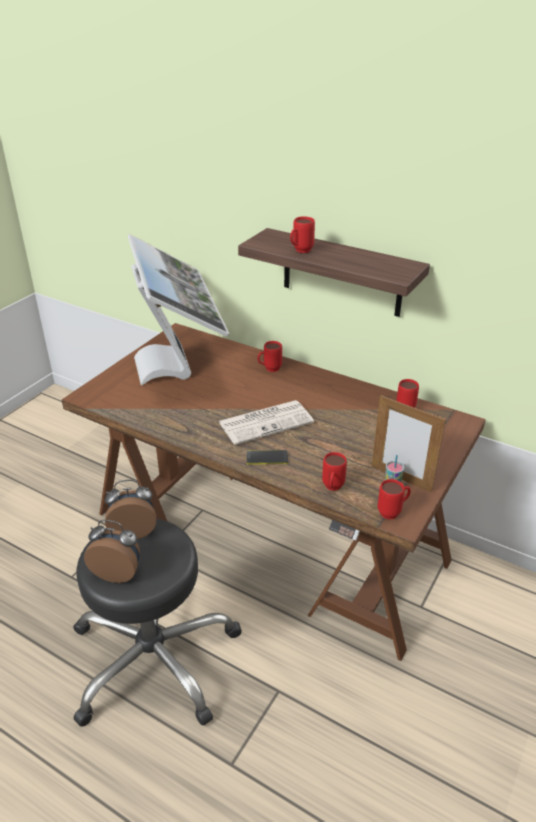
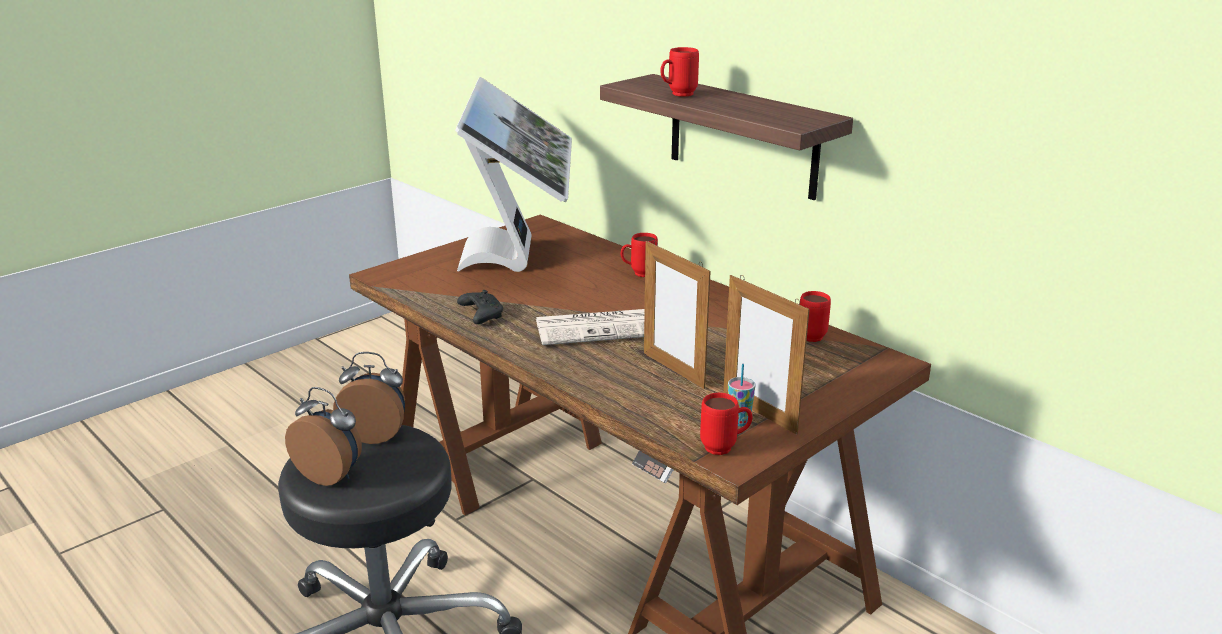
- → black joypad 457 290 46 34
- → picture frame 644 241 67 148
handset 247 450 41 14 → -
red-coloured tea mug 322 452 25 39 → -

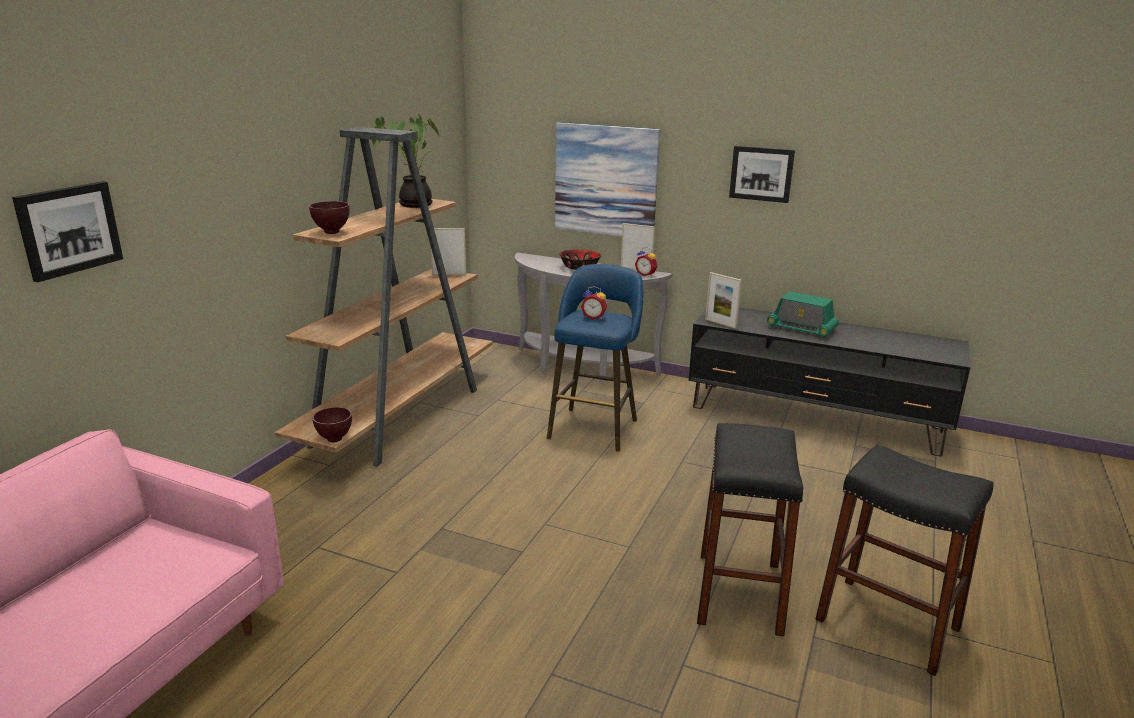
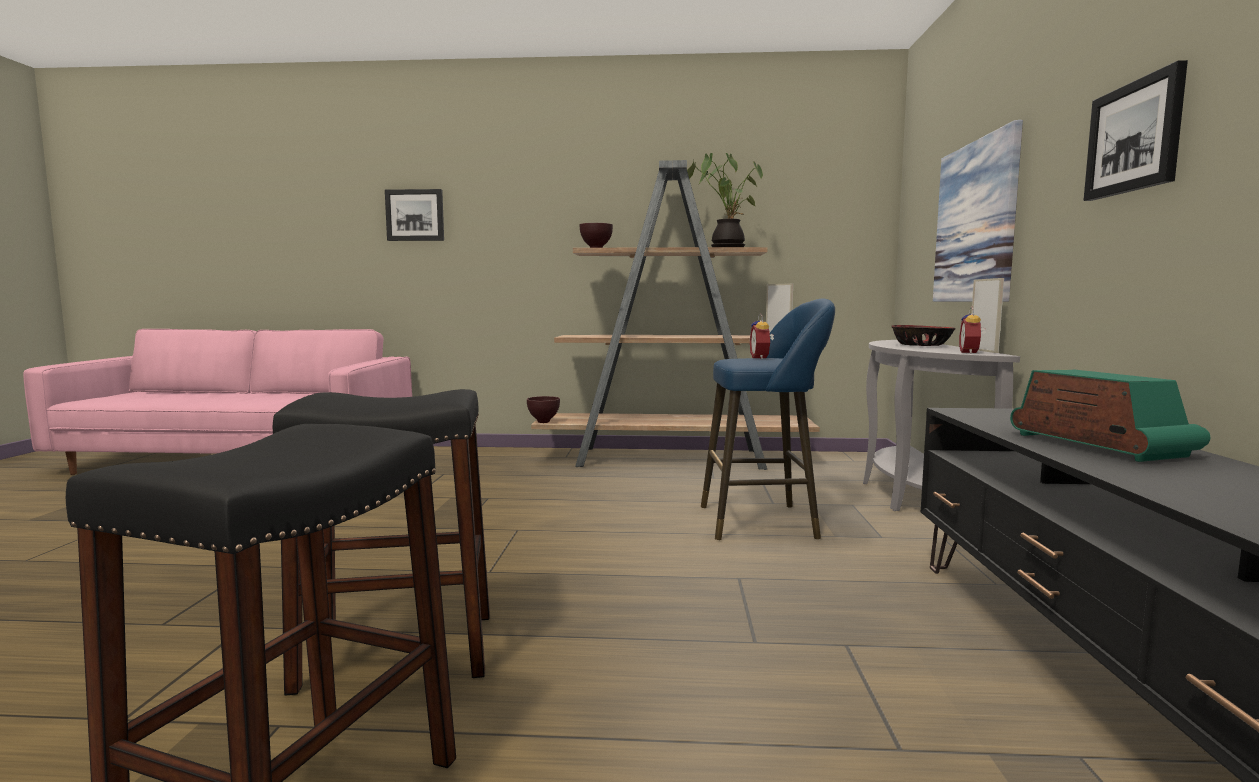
radio set 767 291 72 47 → radio set 1010 370 200 92, 150 degrees clockwise
picture frame 705 272 37 57 → -

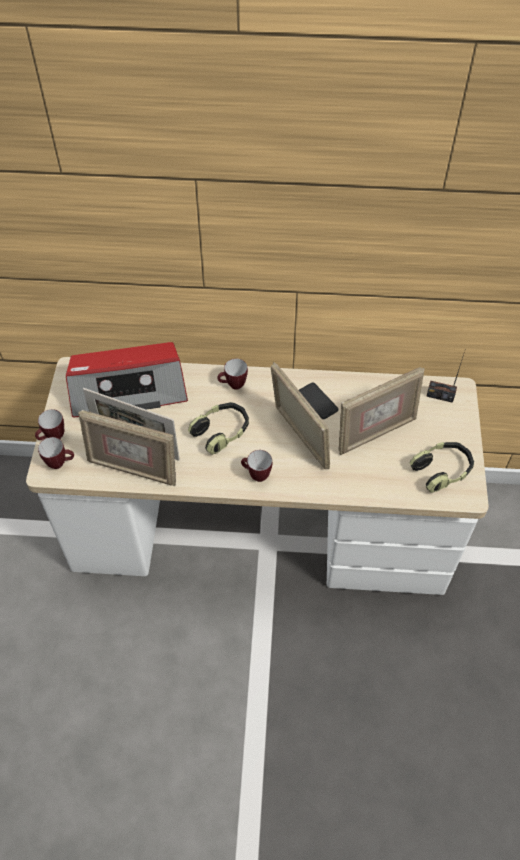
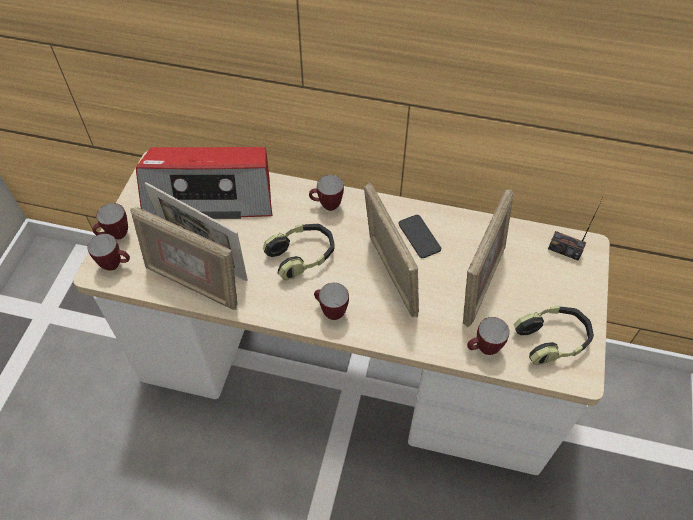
picture frame 338 367 86 88 → picture frame 463 188 50 139, 45 degrees counterclockwise
- → tea mug 467 317 43 38

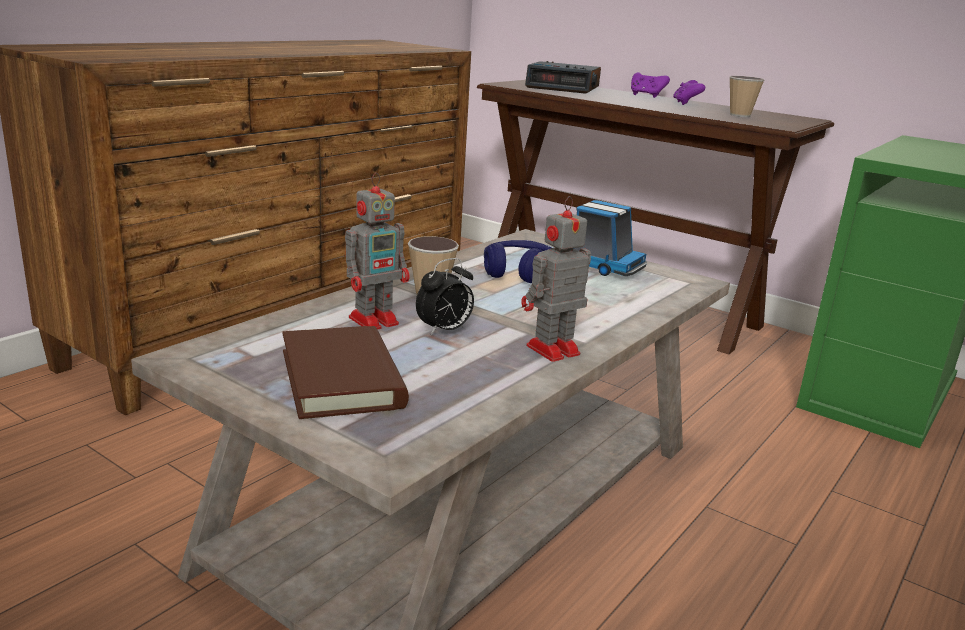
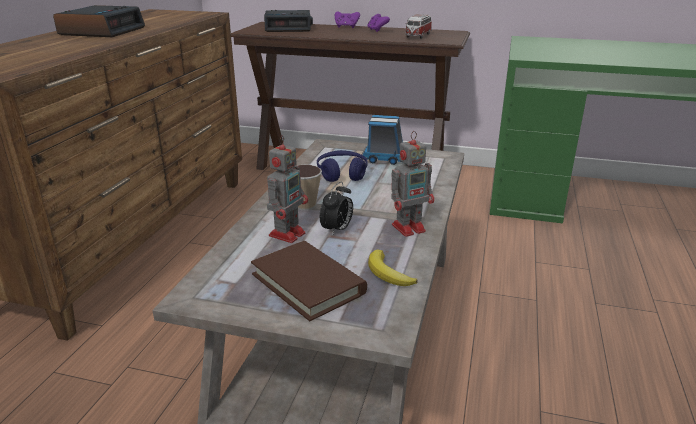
- → bedside clock 53 5 92 32
- → banana 368 250 50 36
robot figure 521 196 70 166 → robot figure 391 131 43 106, 150 degrees counterclockwise
cup 730 76 34 41 → model car 405 14 27 25

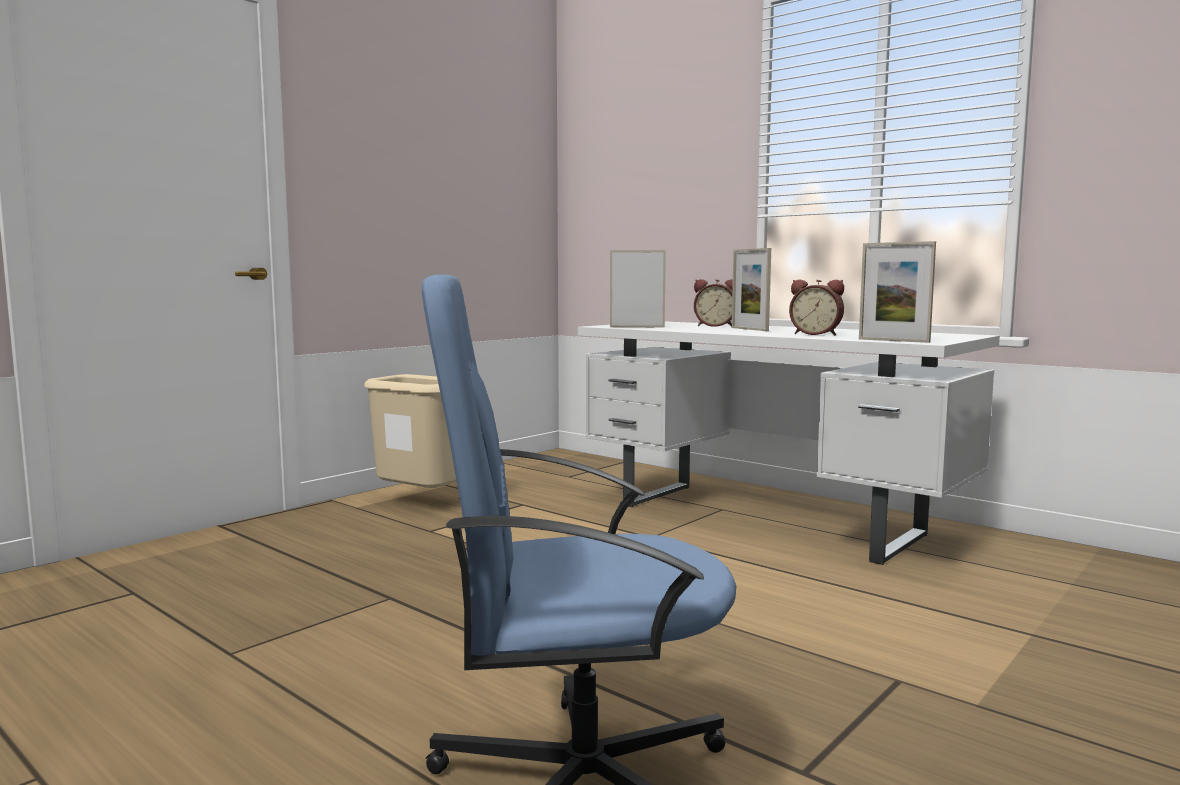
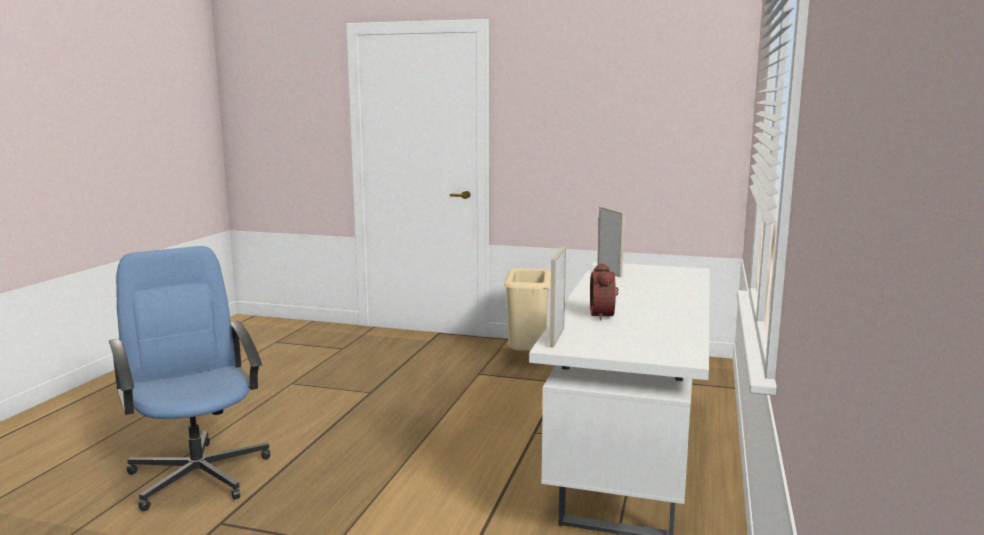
bedside clock 694 279 39 48 → -
picture frame 732 248 39 83 → -

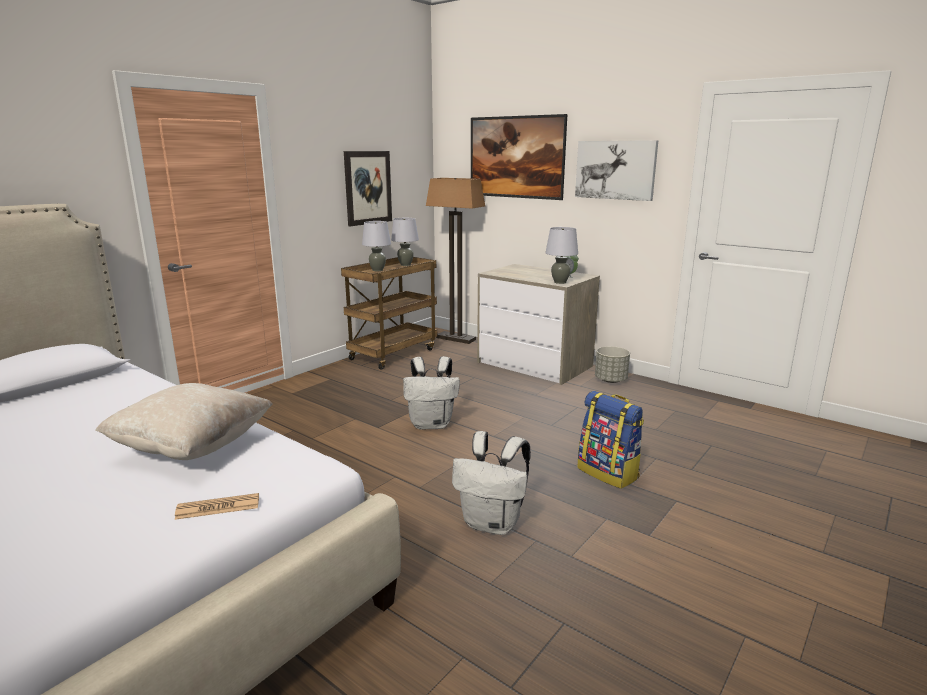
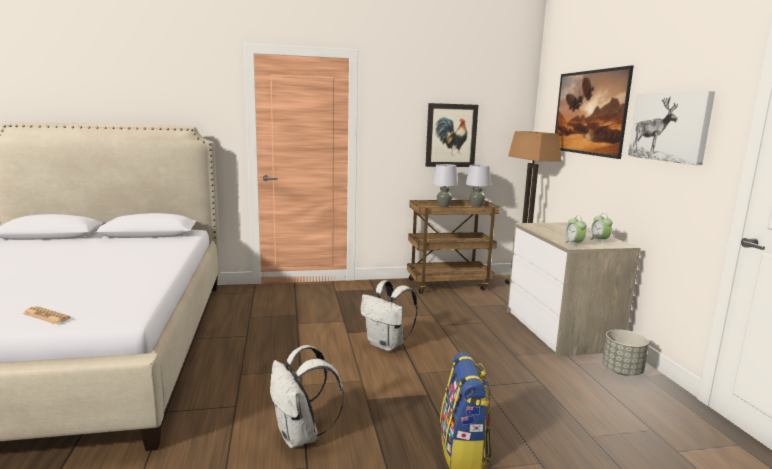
gray lamp for a table 545 227 33 57 → bedside clock 564 215 23 32
beige-coloured pillow 95 383 177 77 → -

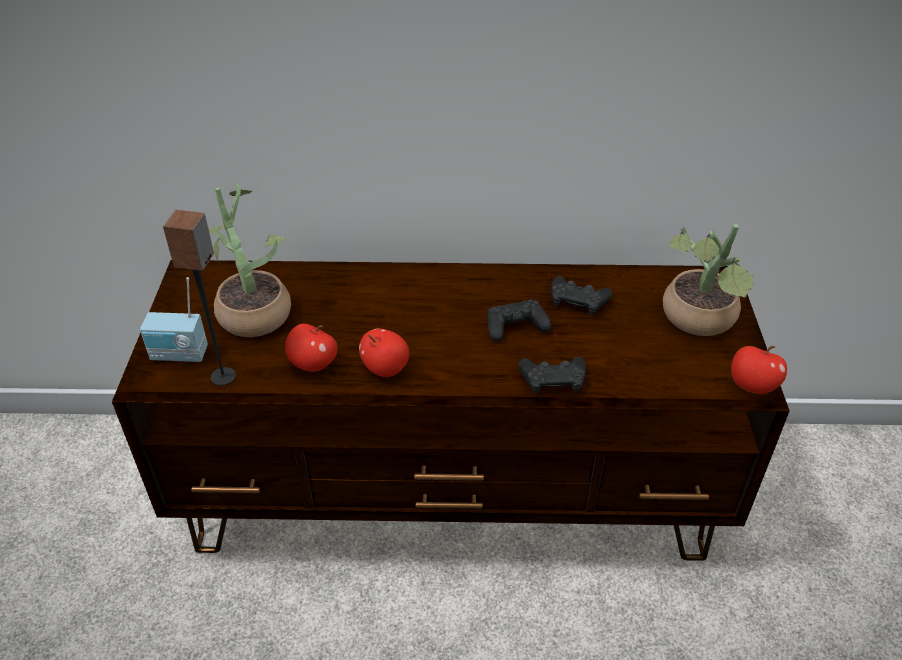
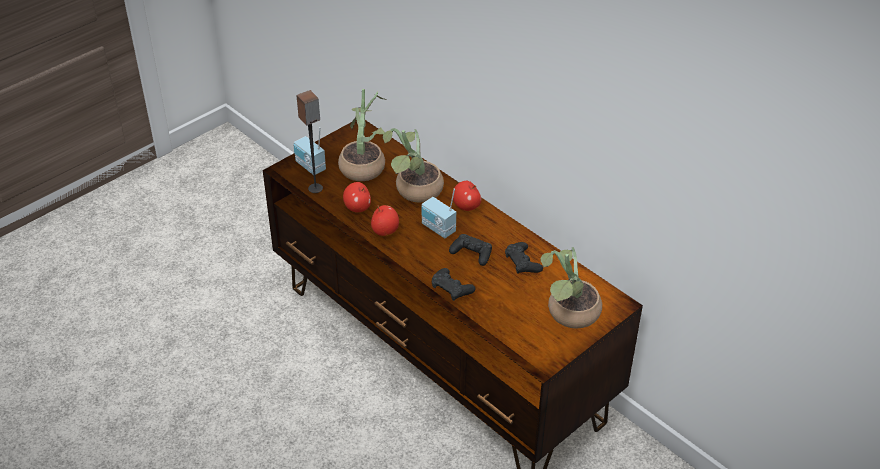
- → houseplant 383 128 61 75
- → radio set 421 188 35 50
apple 731 346 56 48 → apple 452 181 29 30, move

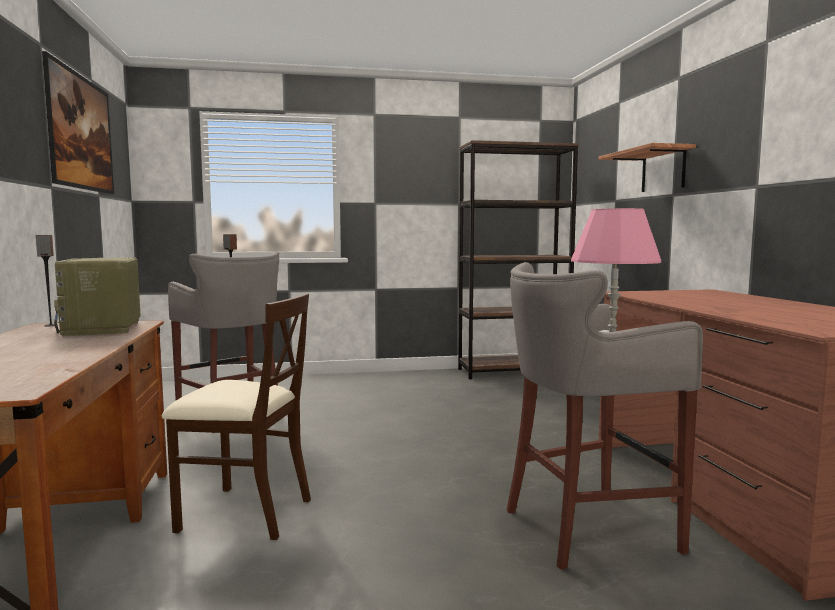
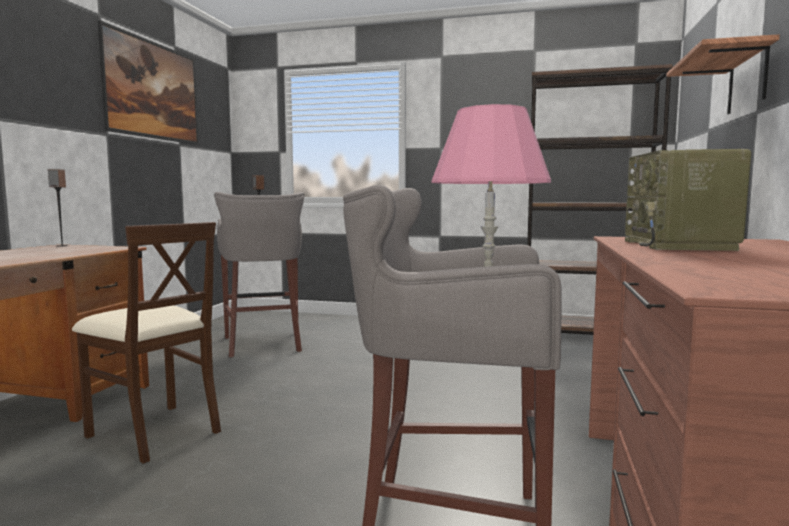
radio set 54 257 87 79 → radio set 625 149 126 102, move

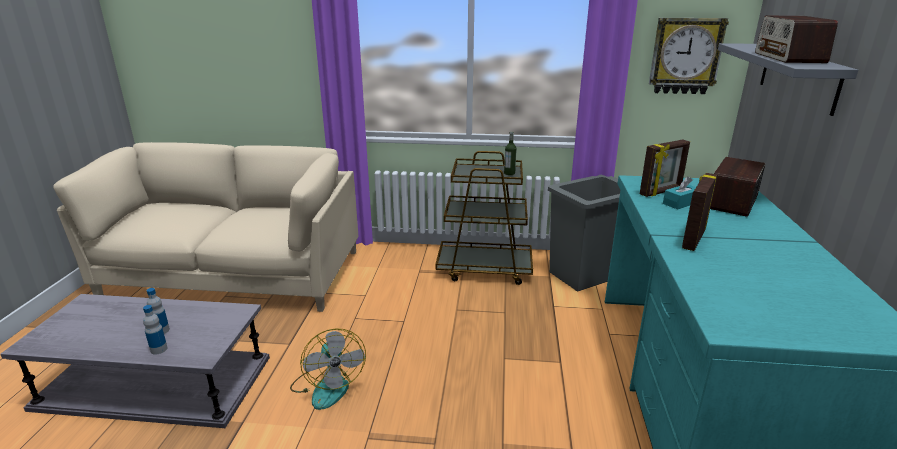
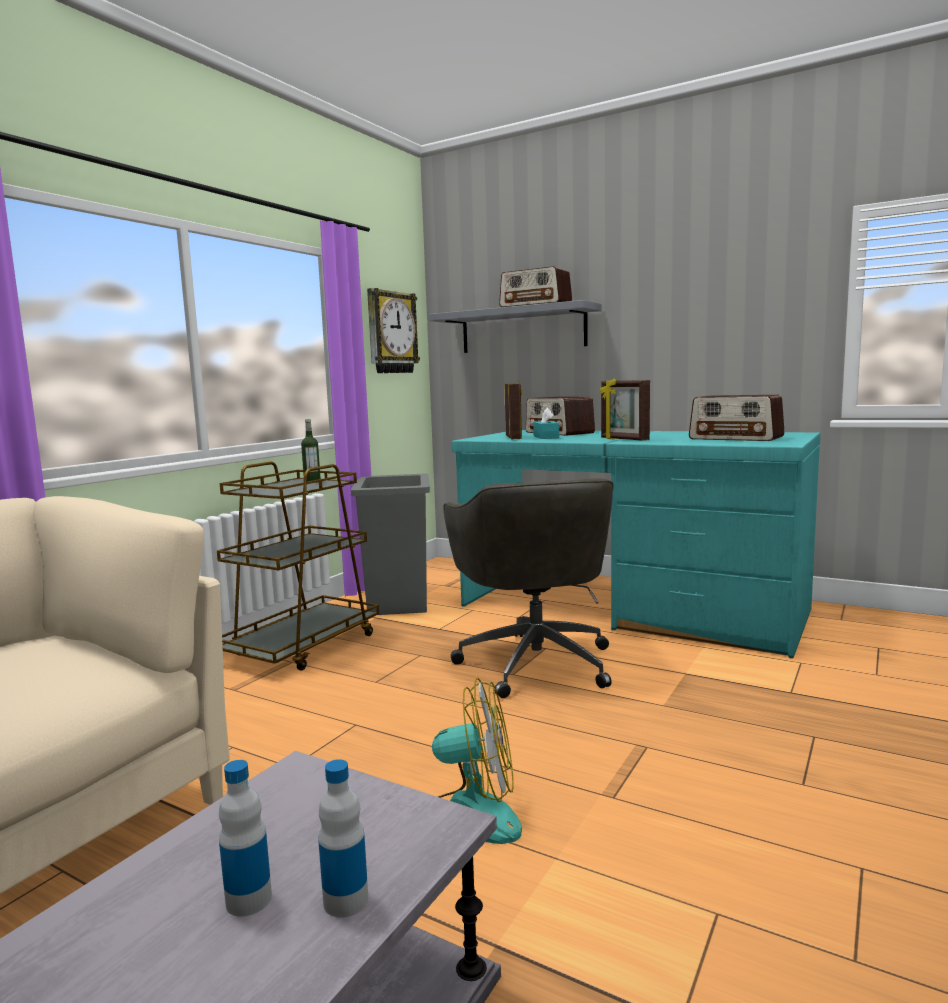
- → gray computer chair 443 478 171 220
- → radio set 689 395 96 46

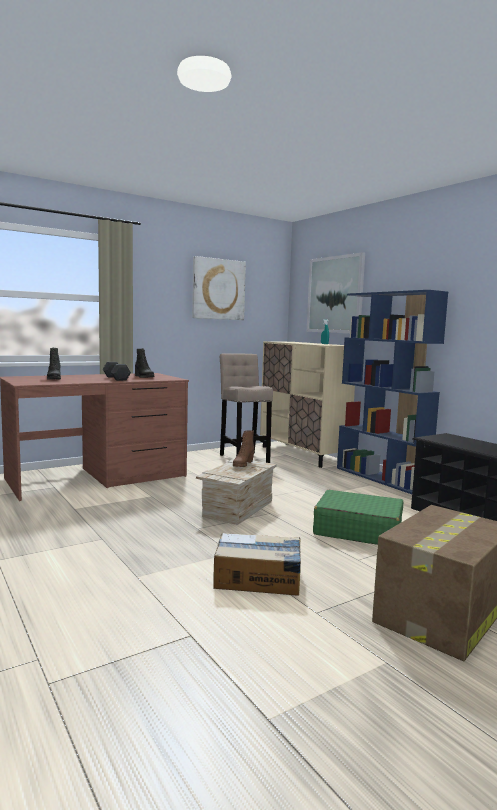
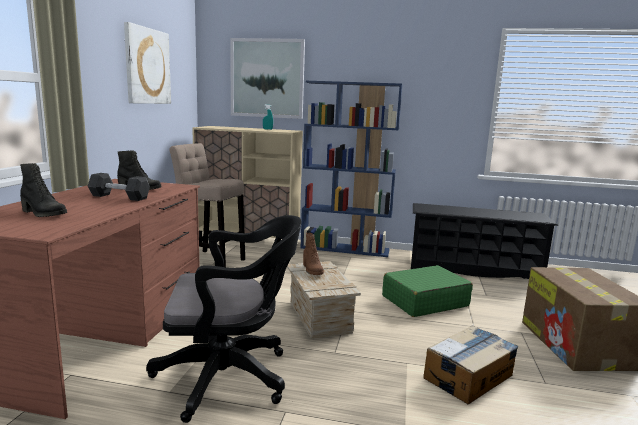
- → black computer chair 146 215 156 208

